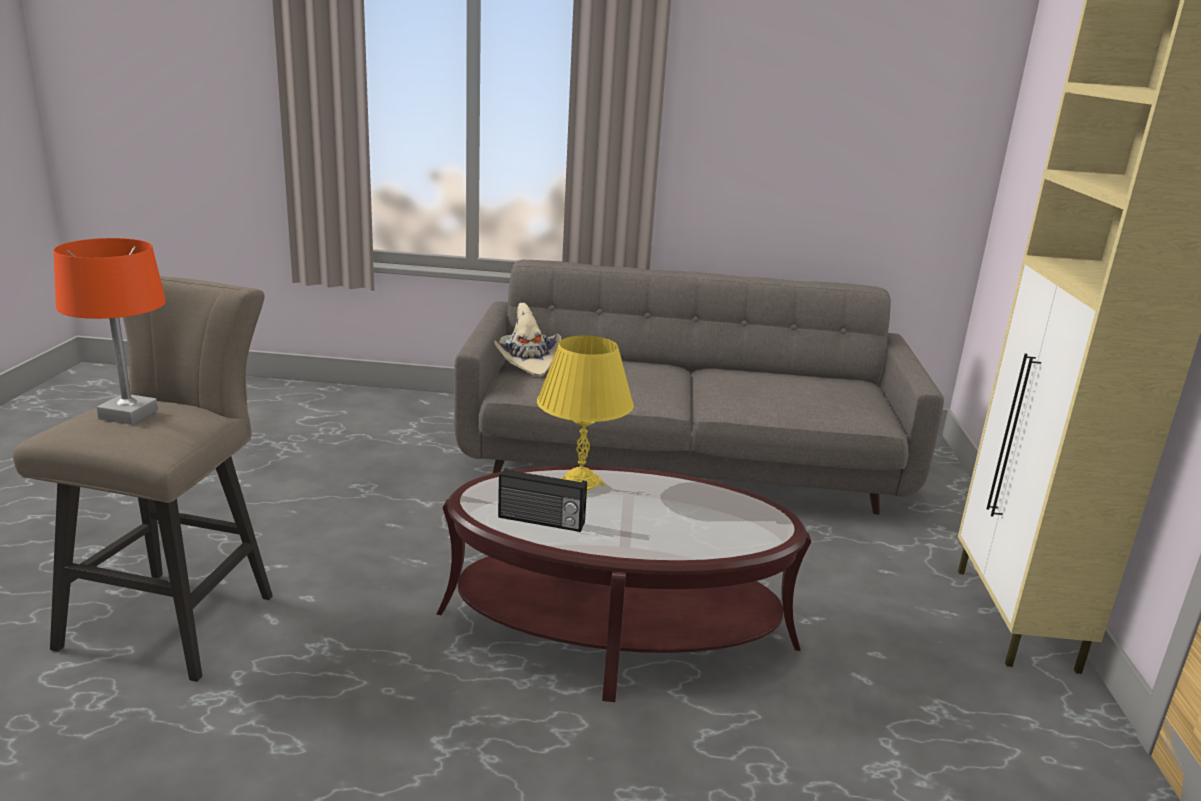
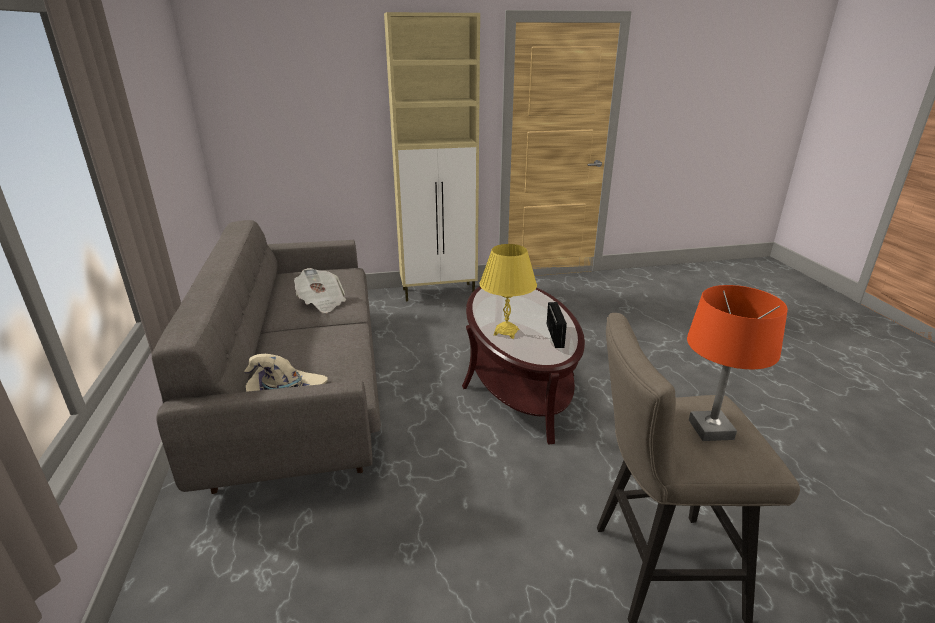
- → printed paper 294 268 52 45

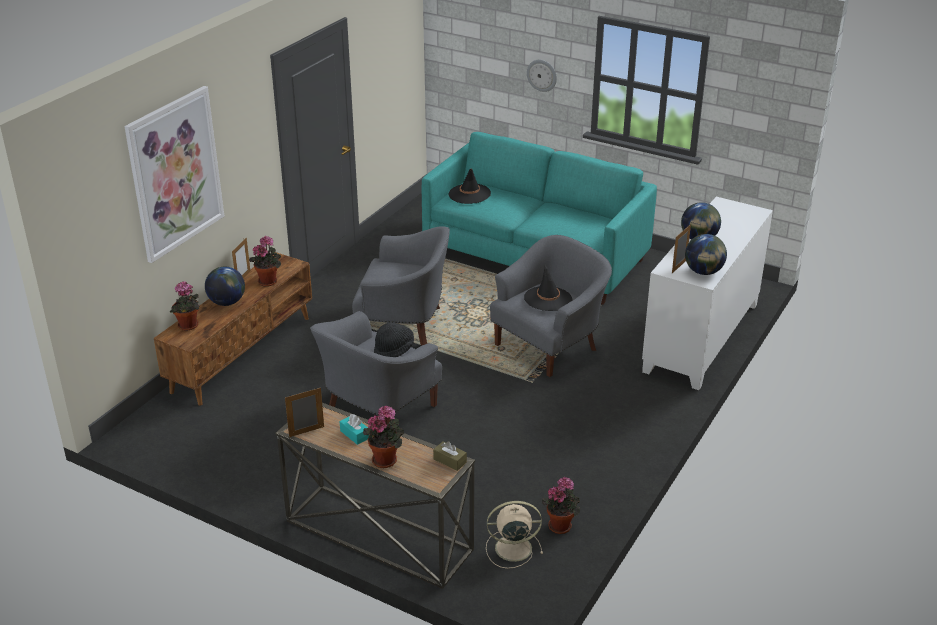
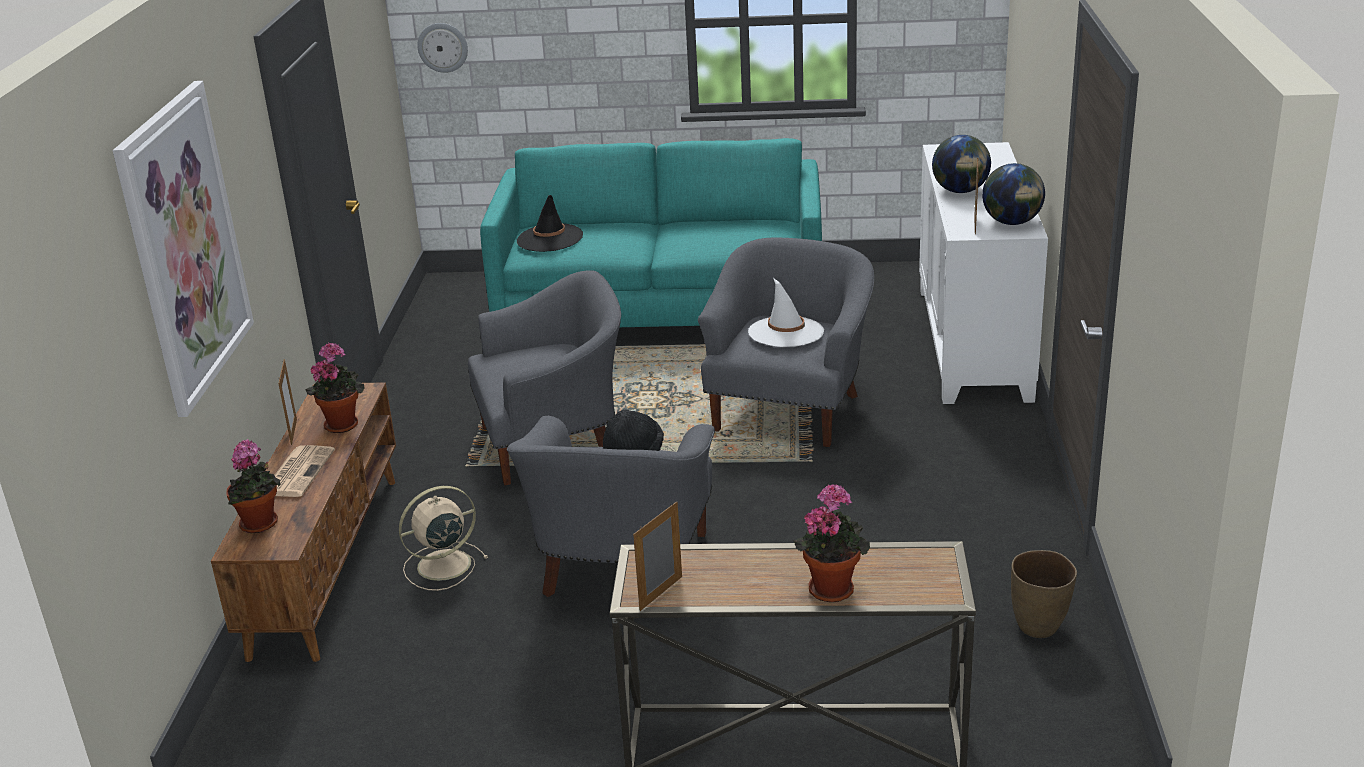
desk globe 205 267 40 39 → printed paper 275 445 60 52
beige-coloured electric fan 486 501 57 68 → beige-coloured electric fan 399 486 89 105, move
hanging clock 527 60 30 32 → hanging clock 417 23 51 50, move
black clothing hat 524 265 48 46 → white clothing hat 748 278 76 69
houseplant 542 477 38 57 → brown-coloured flower vase 1011 550 66 88
turquoise box of tissues 340 414 30 31 → -
brown-coloured box of tissues 433 441 34 30 → -

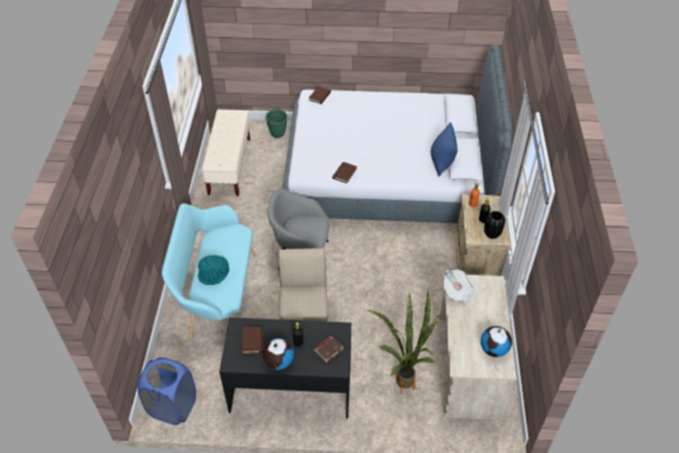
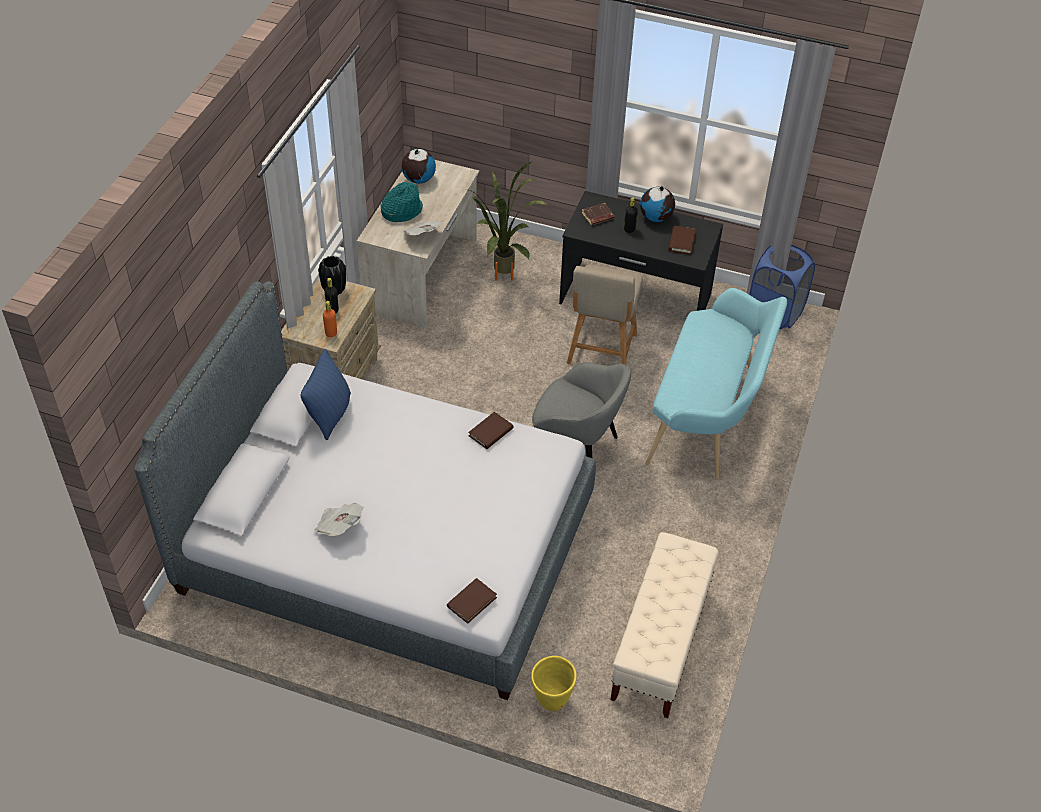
- → printed paper 315 503 49 33
turquoise clothing hat 198 255 31 30 → turquoise clothing hat 381 182 42 40, move
green-coloured plant pot 266 110 22 28 → yellow plant pot 531 656 46 55

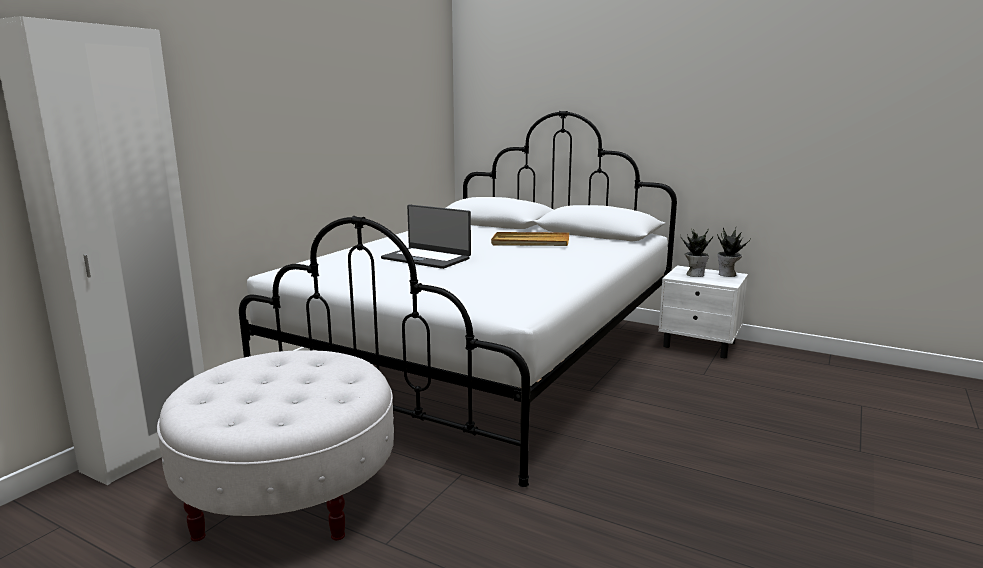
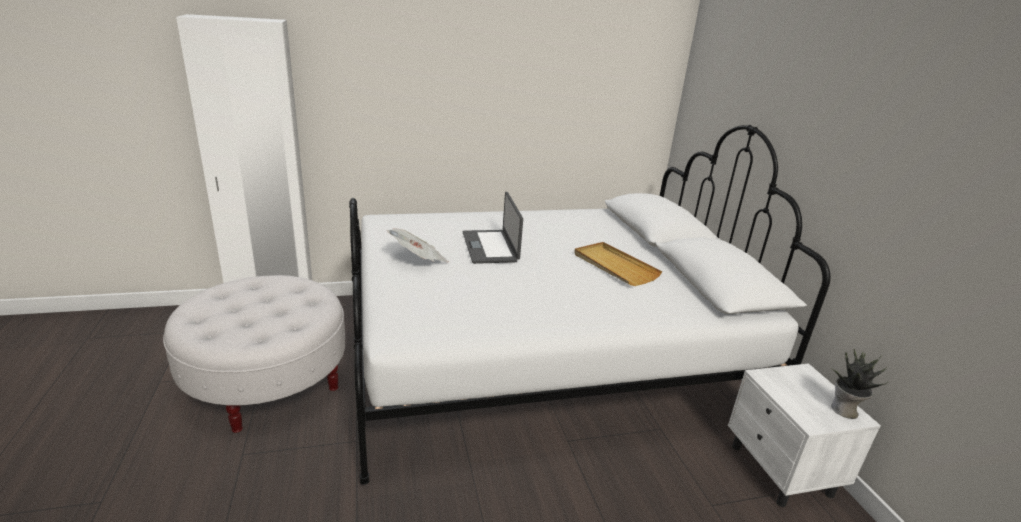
- → printed paper 386 229 64 33
houseplant 680 228 33 49 → -

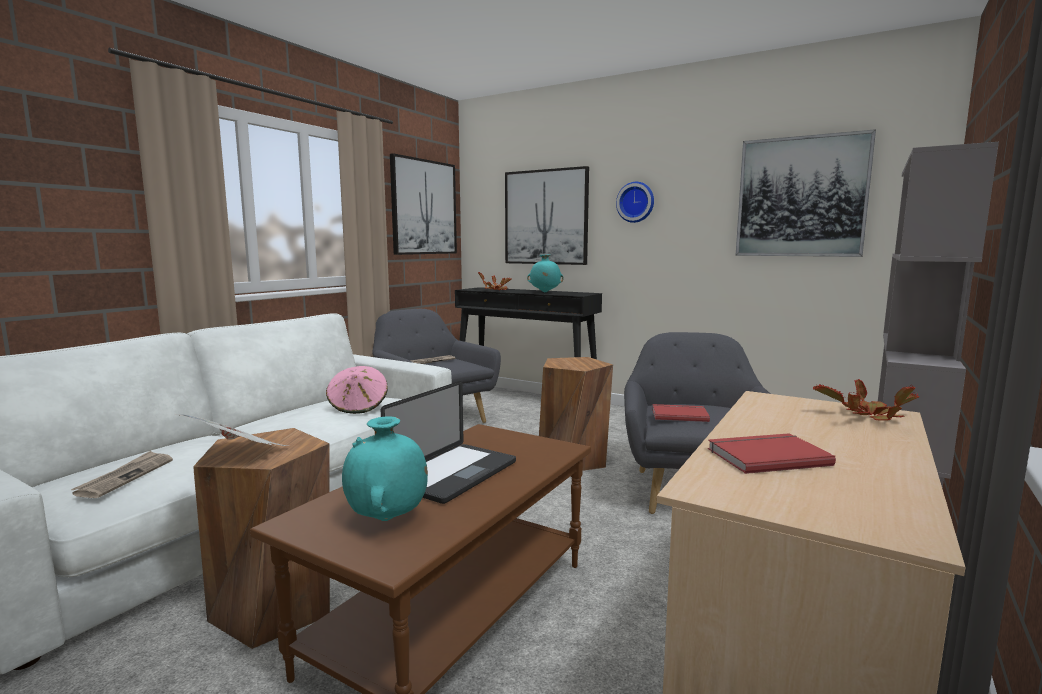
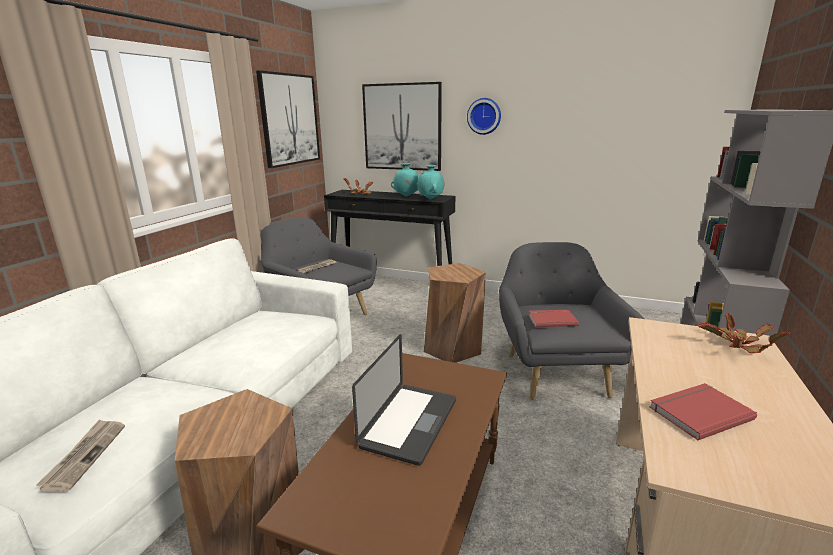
turquoise flower vase 342 417 86 104 → turquoise flower vase 417 165 27 35, move
printed paper 174 414 116 32 → -
pink clothing hat 326 366 62 48 → -
wall art 735 129 141 128 → -

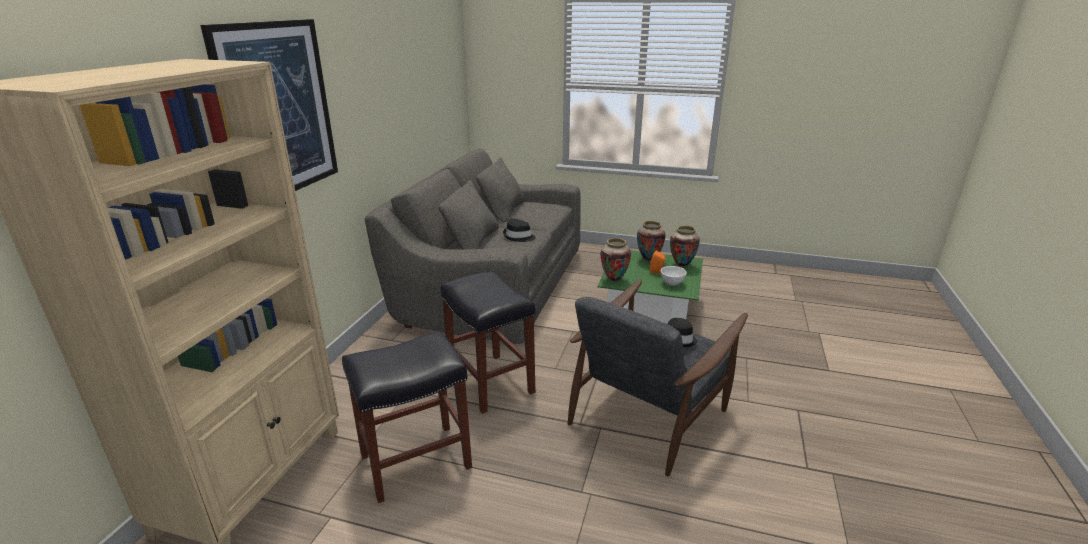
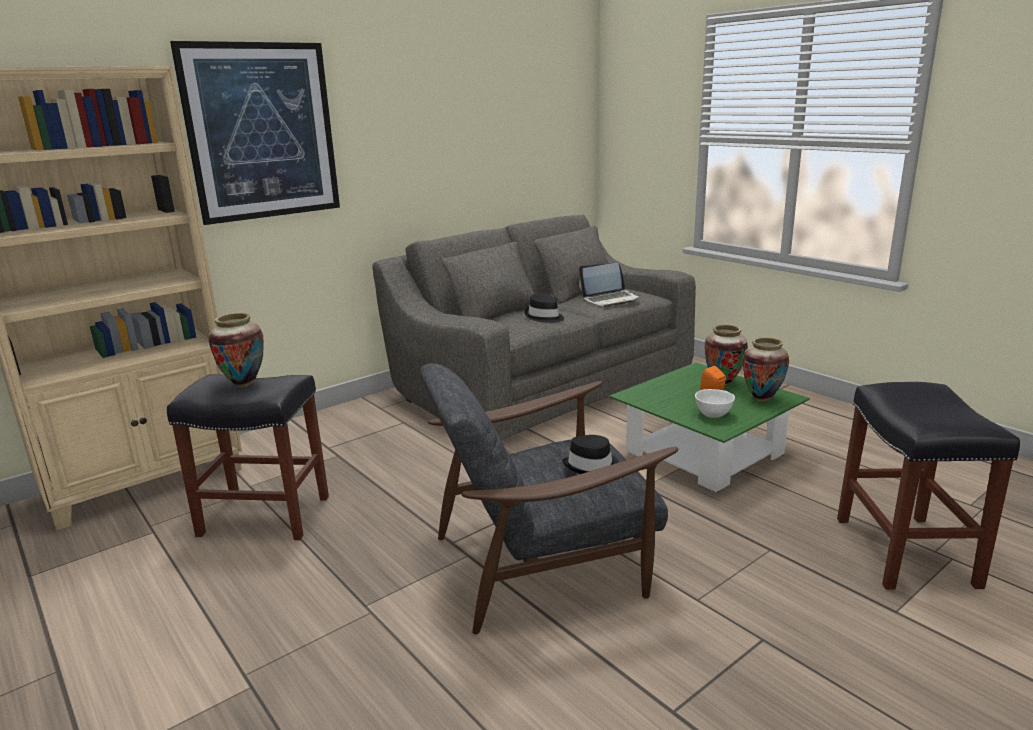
flower vase 601 238 30 44 → flower vase 209 313 55 75, move
- → portable computer 579 262 62 45
black sitting stool 440 271 95 143 → black sitting stool 837 382 183 207, move

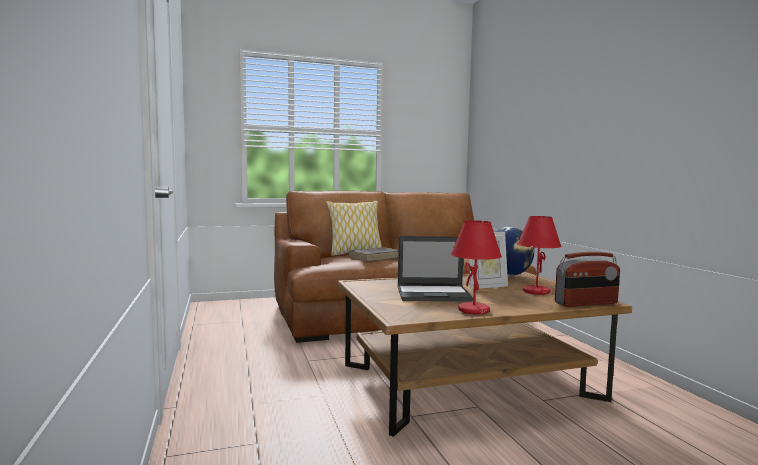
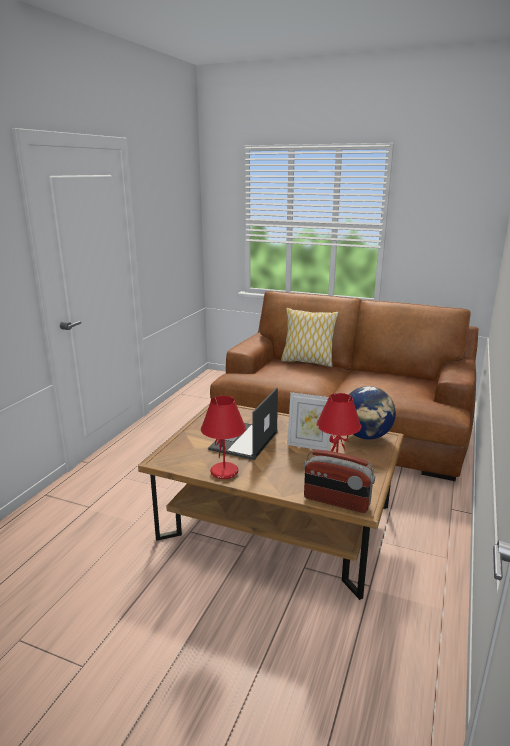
portable computer 398 236 75 65 → portable computer 208 388 70 72, 75 degrees clockwise
brown-coloured book 348 247 50 15 → -

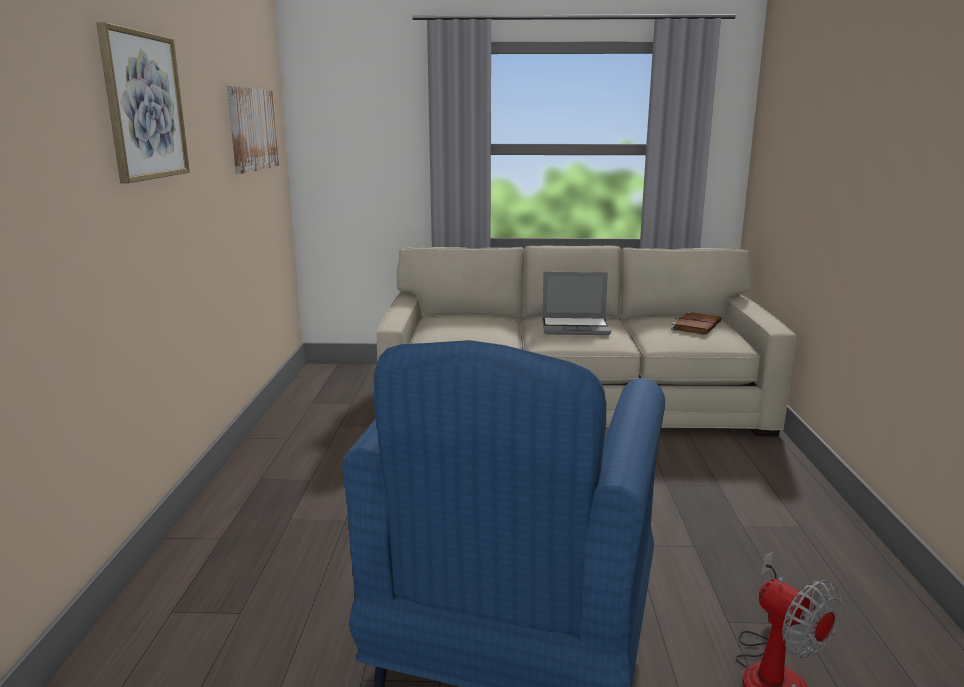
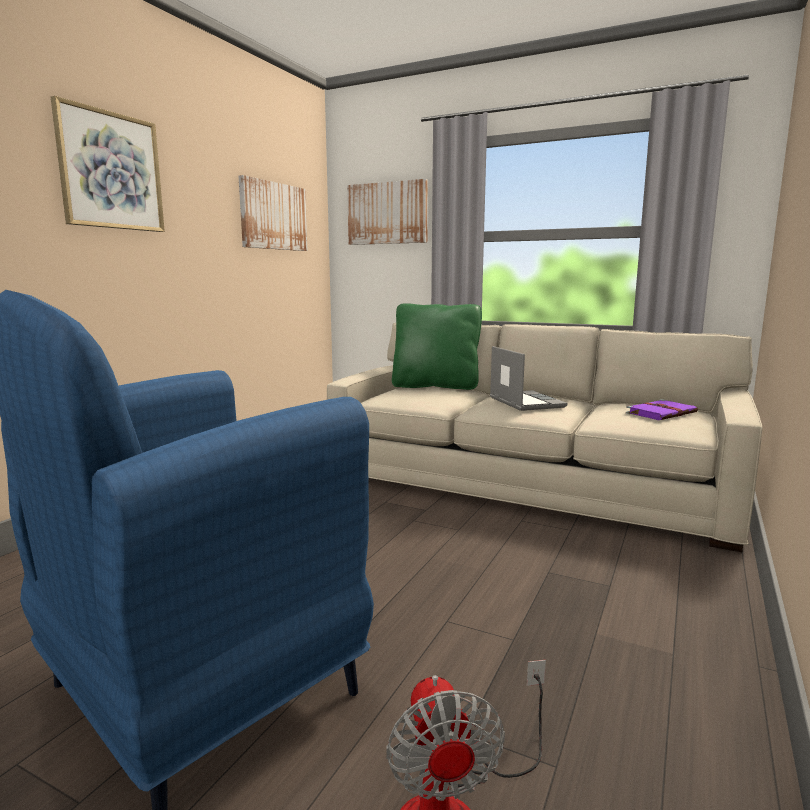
- → wall art 347 179 81 66
- → green-coloured pillow 392 303 90 87
portable computer 542 272 69 63 → portable computer 490 346 77 65, 135 degrees counterclockwise
brown-coloured book 671 312 51 23 → purple-coloured book 626 399 72 21

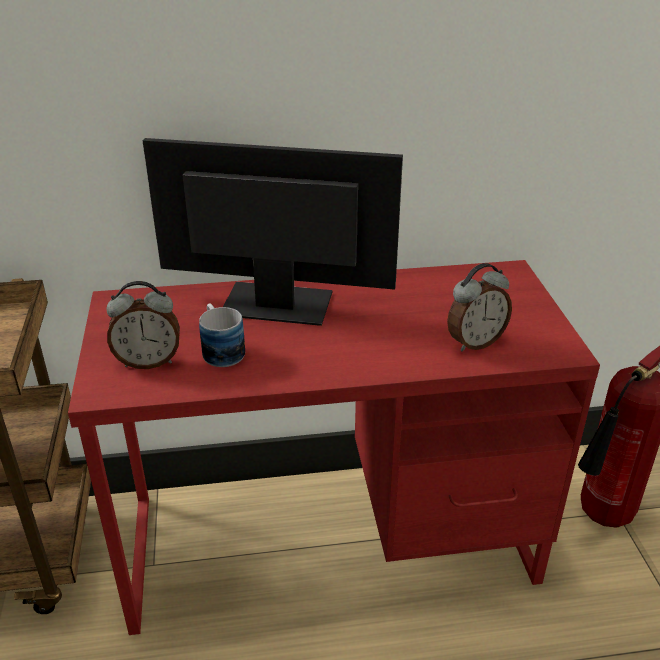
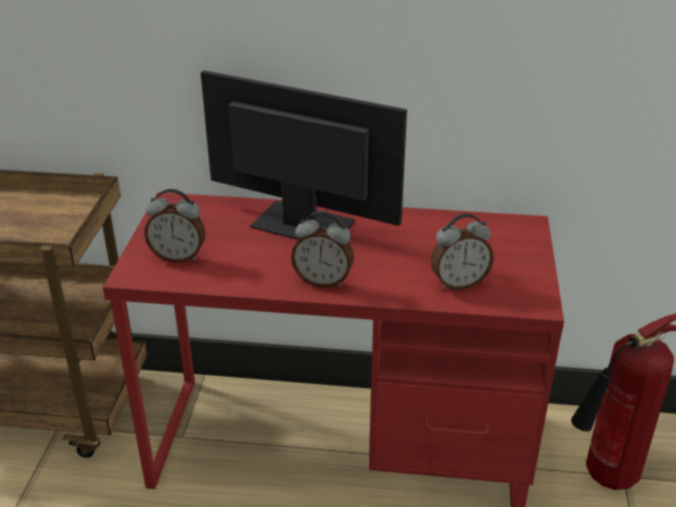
- → bedside clock 291 211 63 77
tea mug 199 304 46 63 → -

